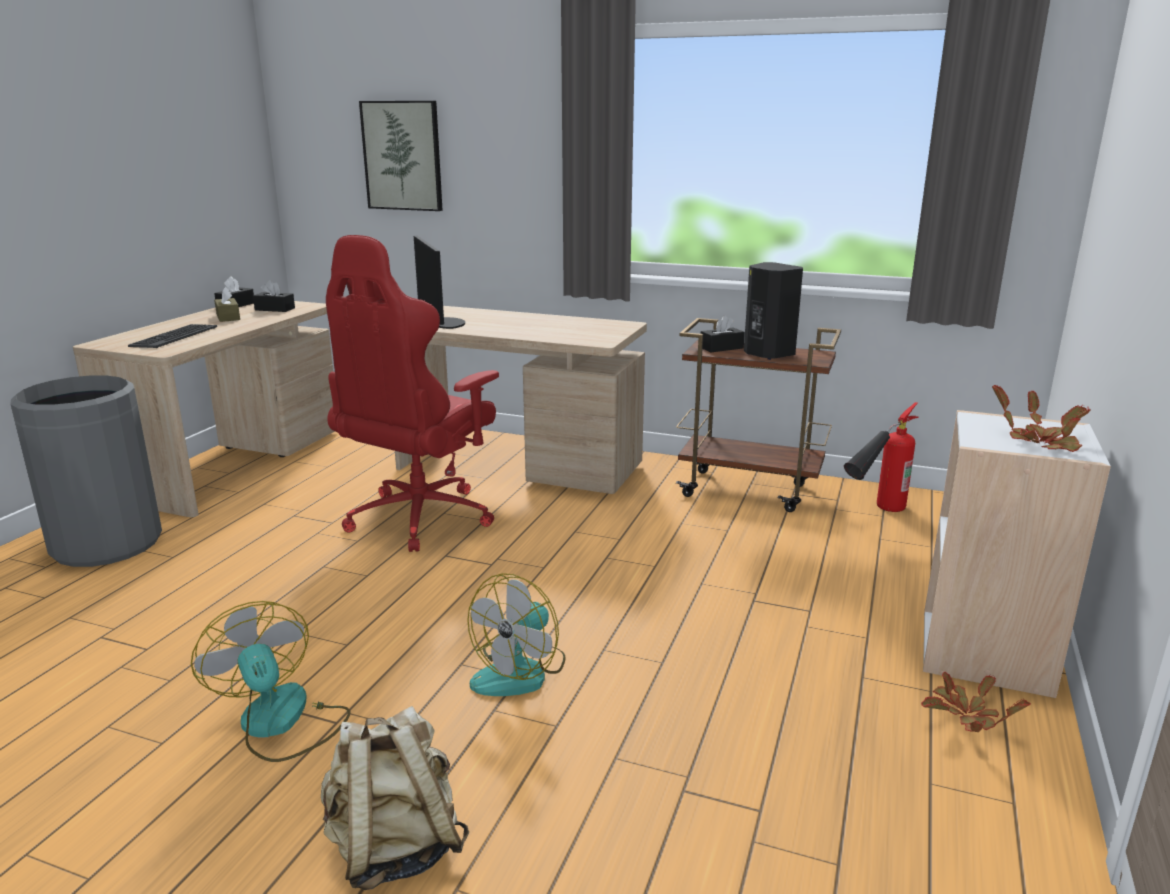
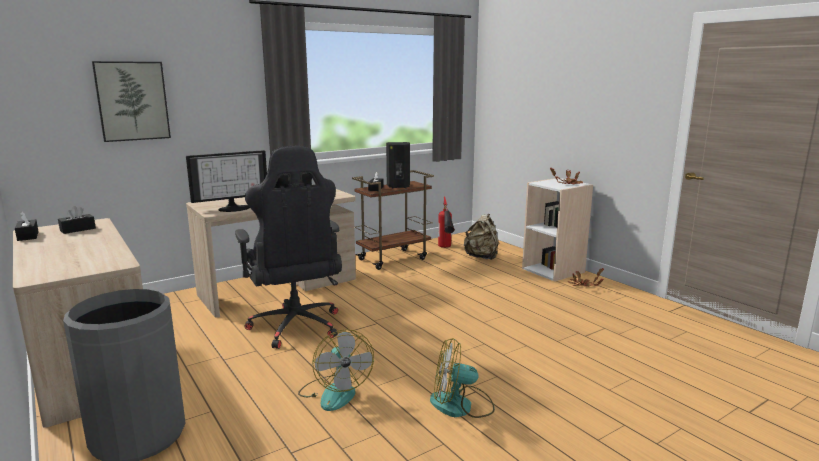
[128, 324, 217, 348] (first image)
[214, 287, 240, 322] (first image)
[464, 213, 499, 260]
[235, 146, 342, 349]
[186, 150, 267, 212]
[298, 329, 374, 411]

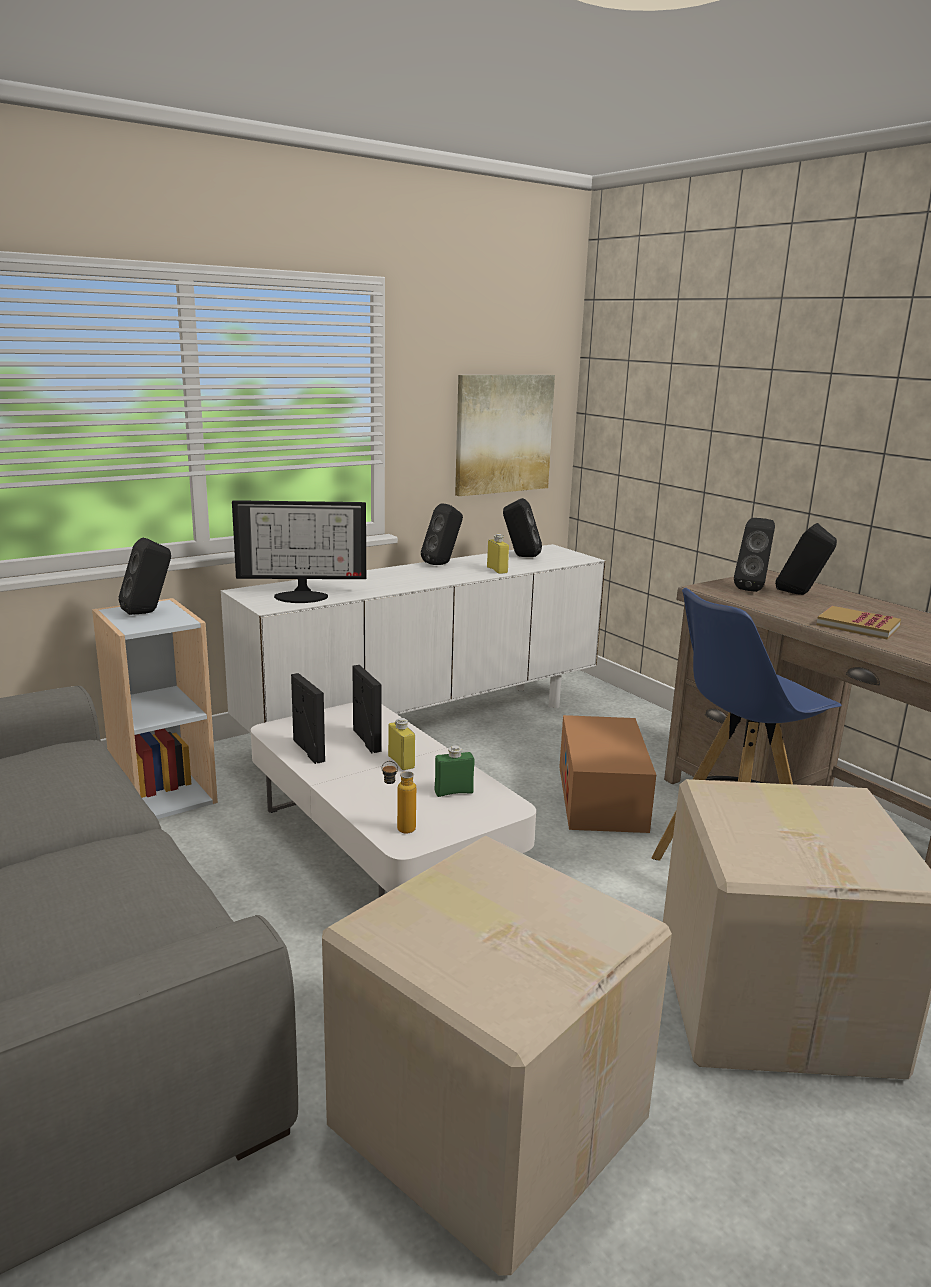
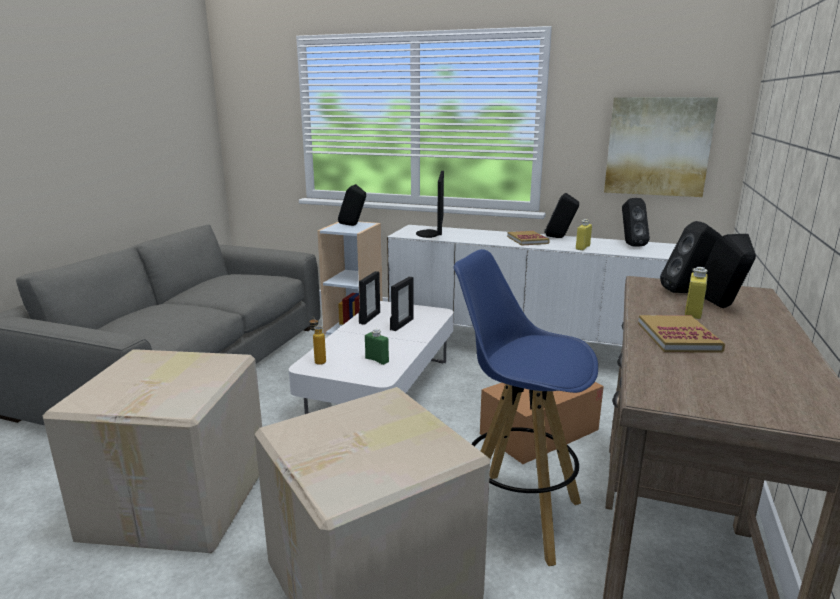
[416, 171, 444, 238]
[685, 267, 708, 319]
[507, 231, 550, 246]

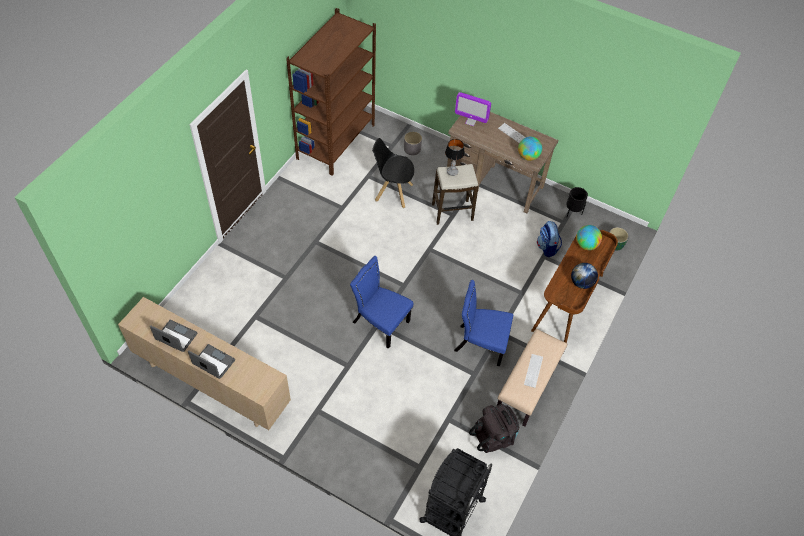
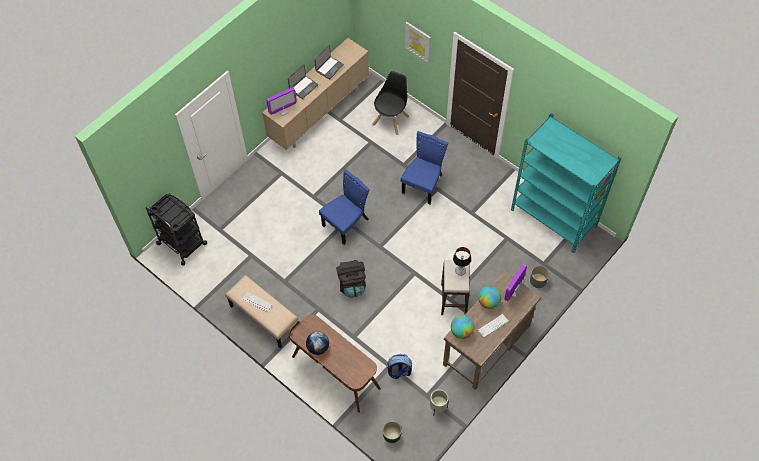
[511, 113, 621, 253]
[373, 71, 409, 135]
[400, 131, 448, 204]
[336, 260, 366, 298]
[430, 389, 449, 414]
[478, 286, 501, 309]
[266, 87, 297, 116]
[405, 22, 431, 63]

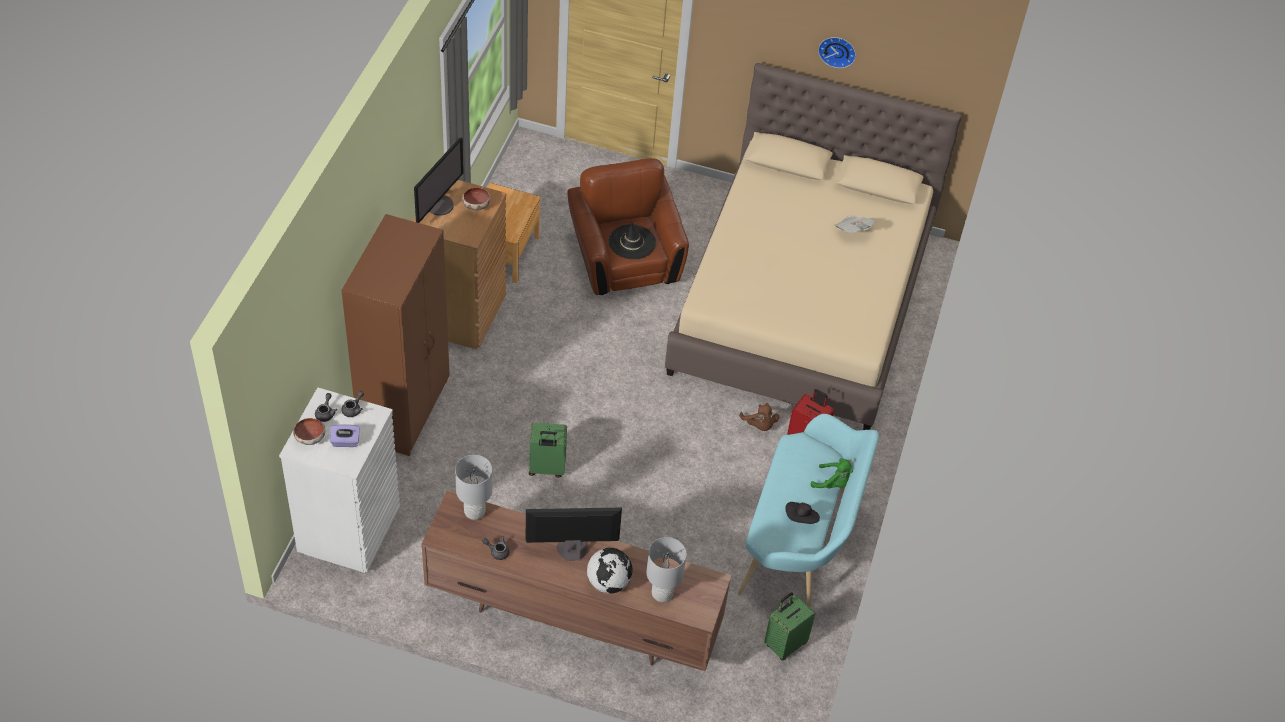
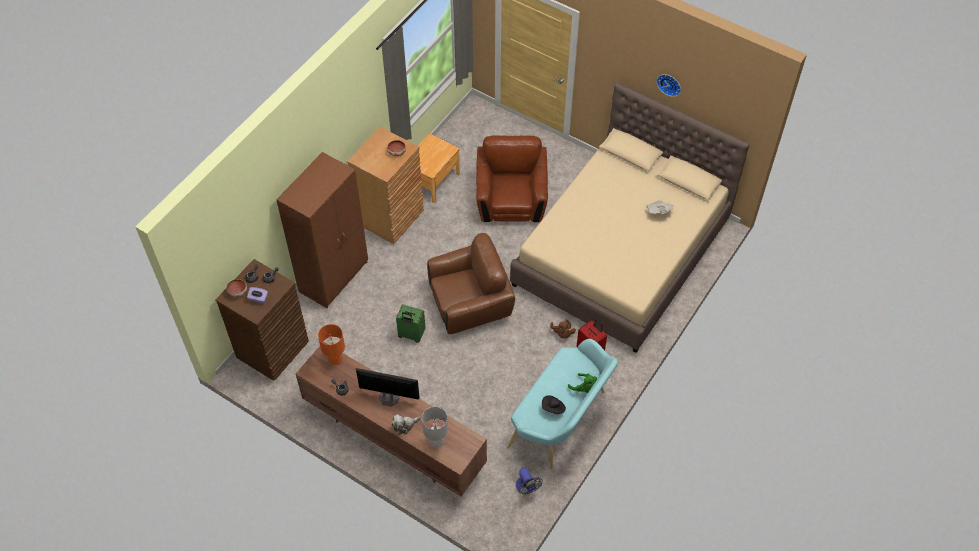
[215, 259, 309, 381]
[414, 137, 464, 223] (first image)
[318, 324, 345, 365]
[391, 414, 421, 435]
[608, 223, 656, 259] (first image)
[516, 468, 543, 494]
[427, 233, 515, 334]

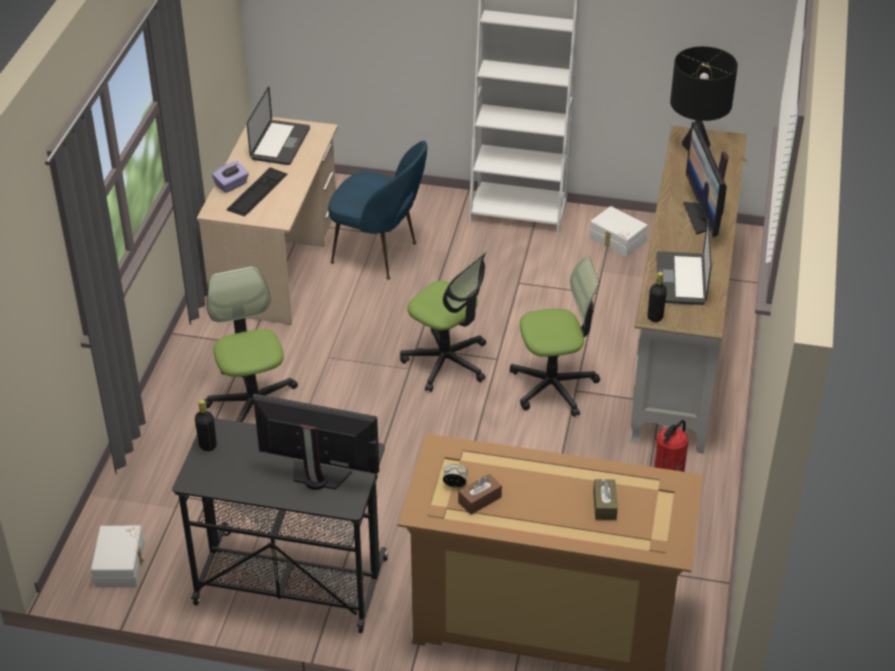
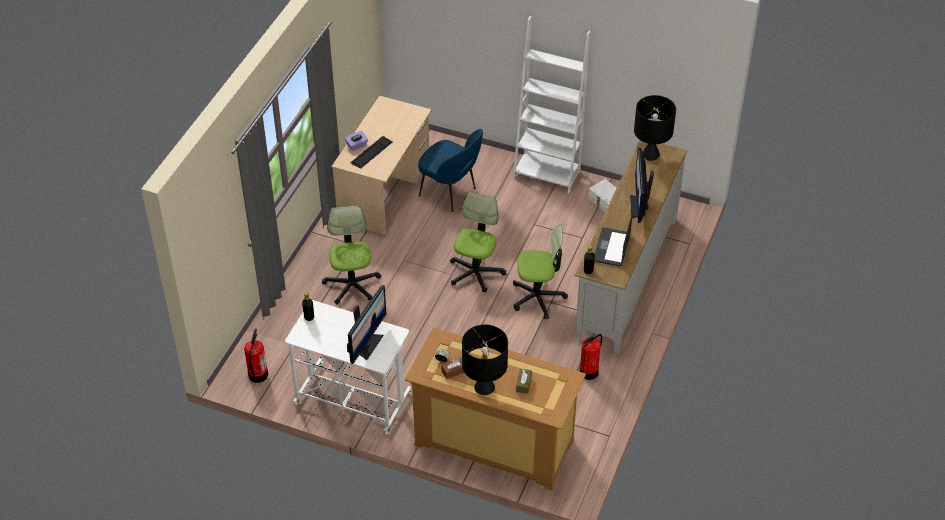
[244, 329, 268, 383]
[285, 300, 411, 435]
[247, 86, 310, 165] (first image)
[347, 285, 386, 364]
[450, 192, 506, 293]
[462, 324, 508, 395]

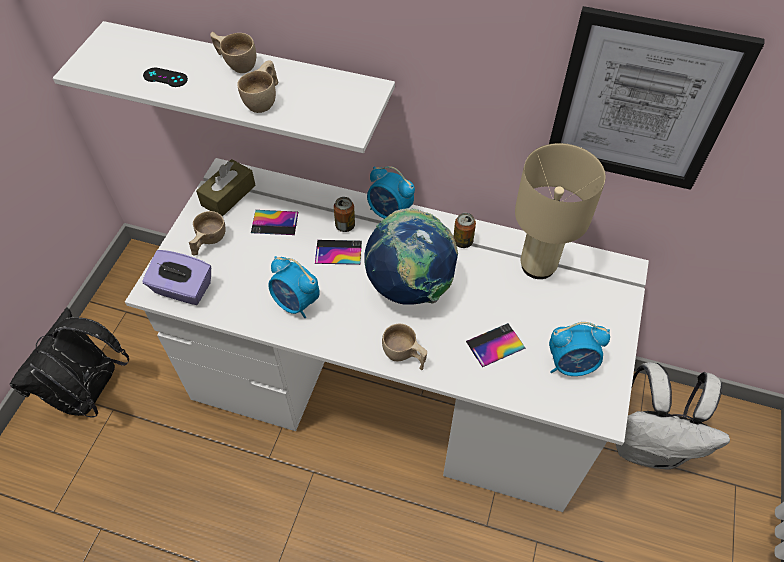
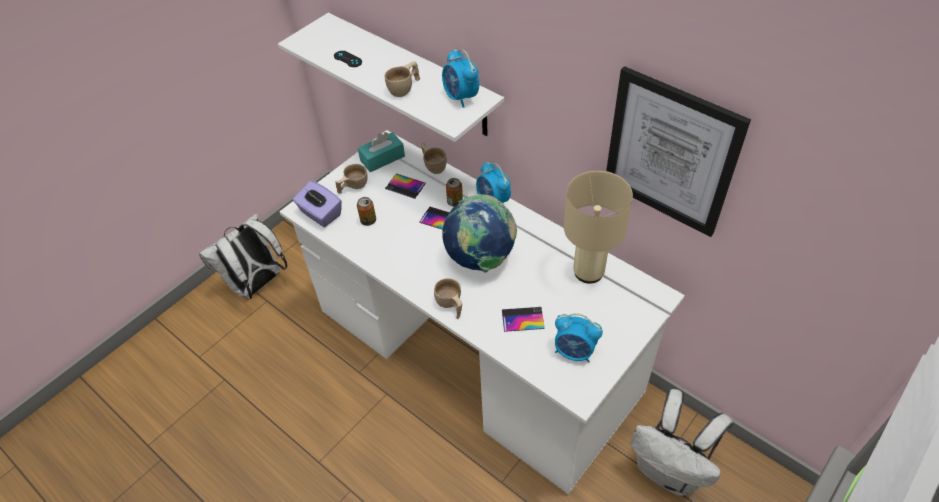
[199, 214, 287, 300]
[358, 132, 405, 172]
[421, 143, 447, 174]
[442, 49, 479, 108]
[357, 197, 376, 226]

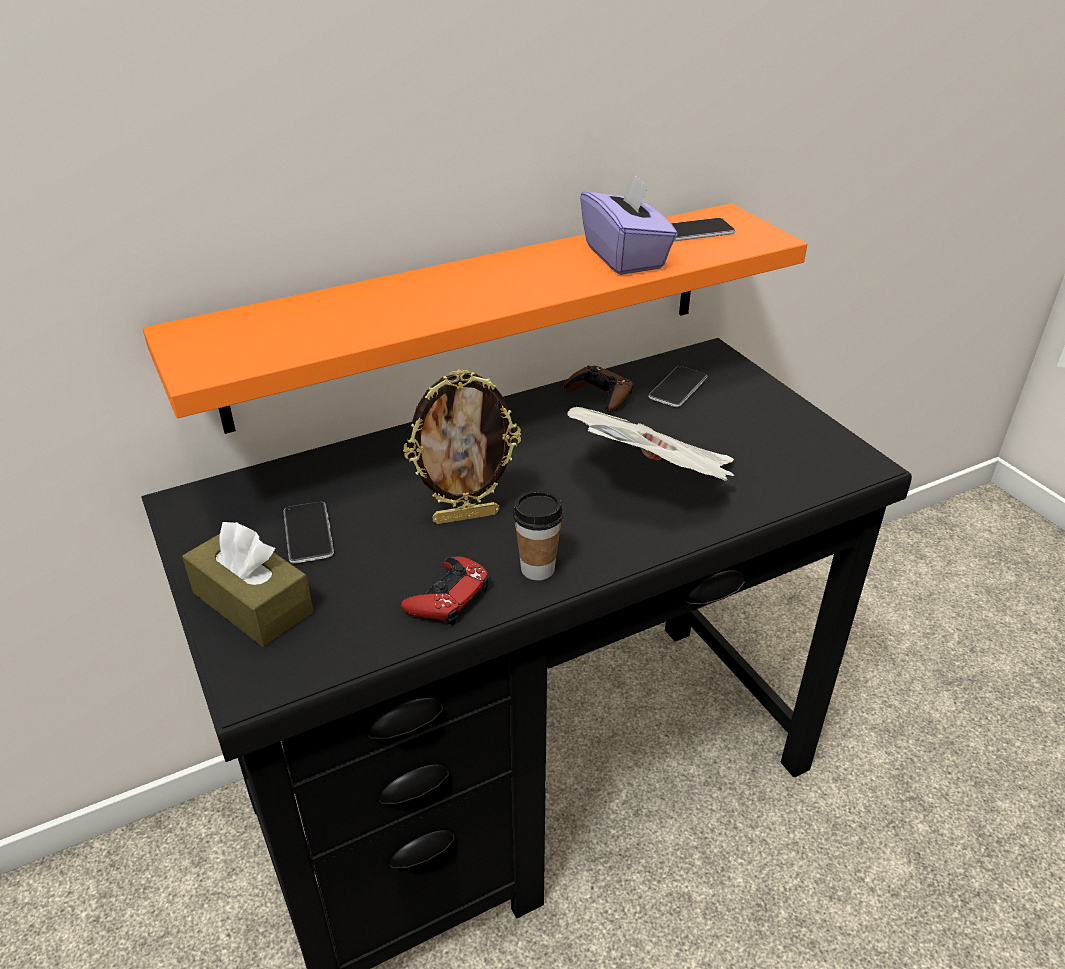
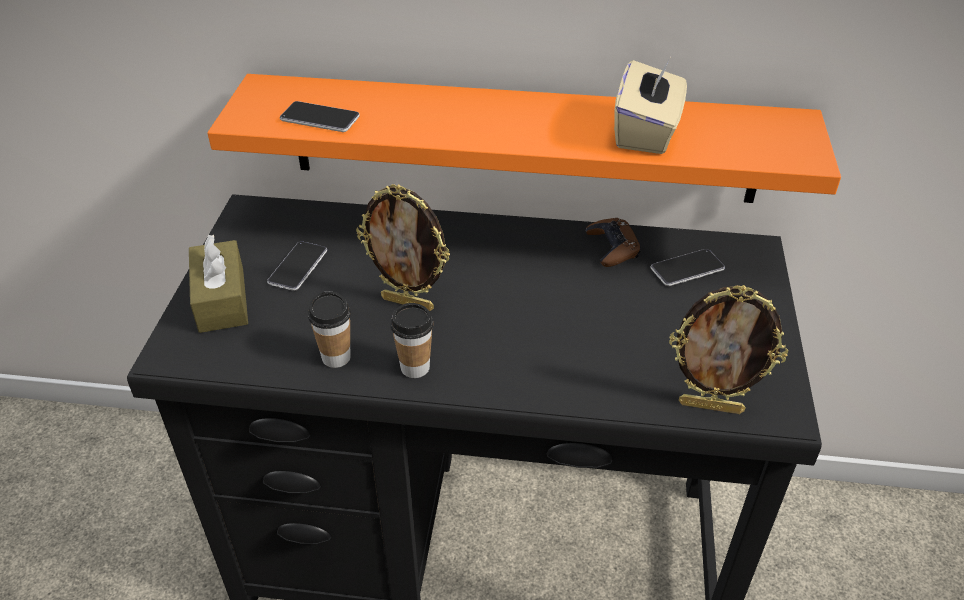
[308, 292, 351, 368]
[567, 407, 735, 481] (first image)
[614, 55, 687, 154]
[280, 101, 360, 132]
[669, 285, 788, 414]

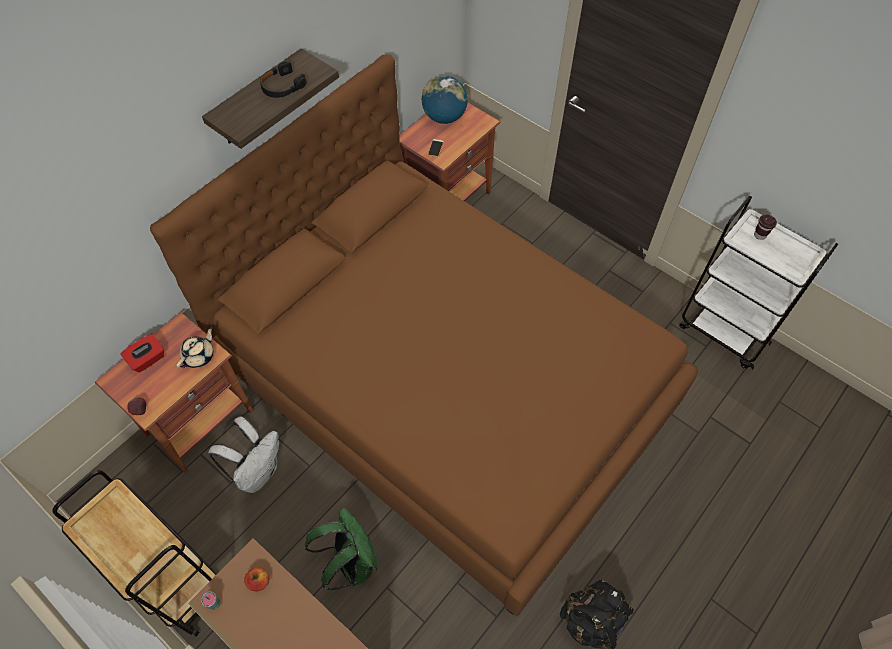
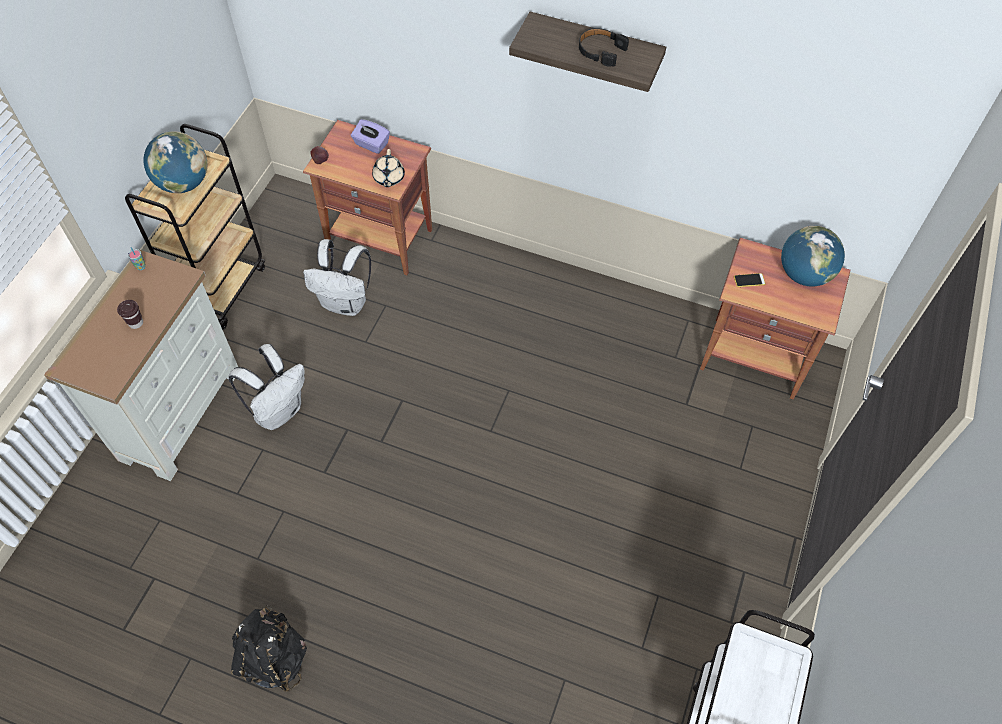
[351, 119, 390, 154]
[150, 54, 698, 616] (first image)
[372, 149, 405, 187]
[244, 567, 269, 591] (first image)
[229, 344, 305, 430]
[117, 300, 143, 329]
[143, 131, 207, 193]

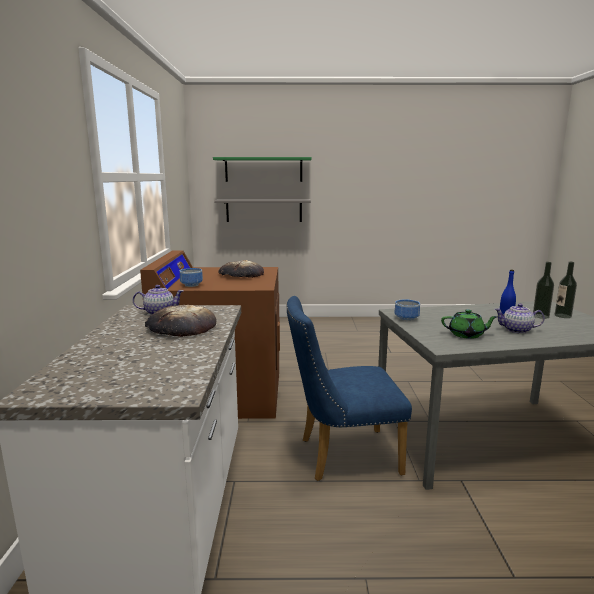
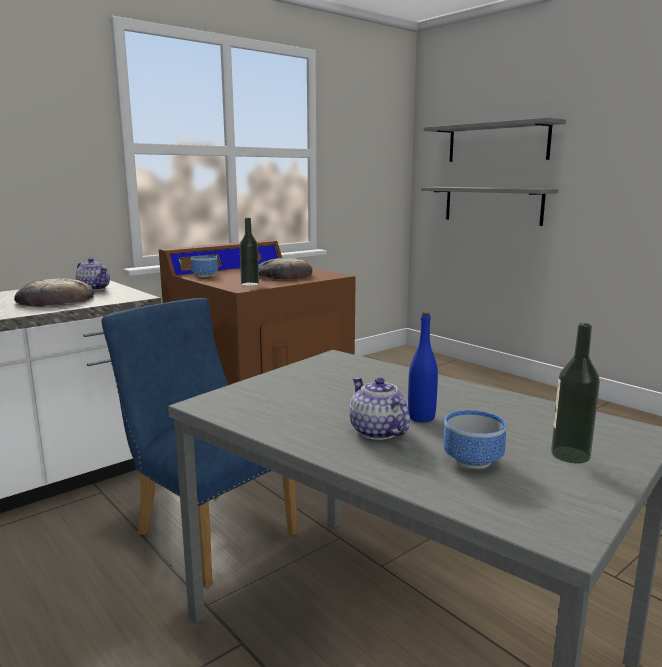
[424, 117, 566, 162]
[443, 410, 506, 469]
[441, 309, 498, 339] (first image)
[240, 218, 259, 286]

